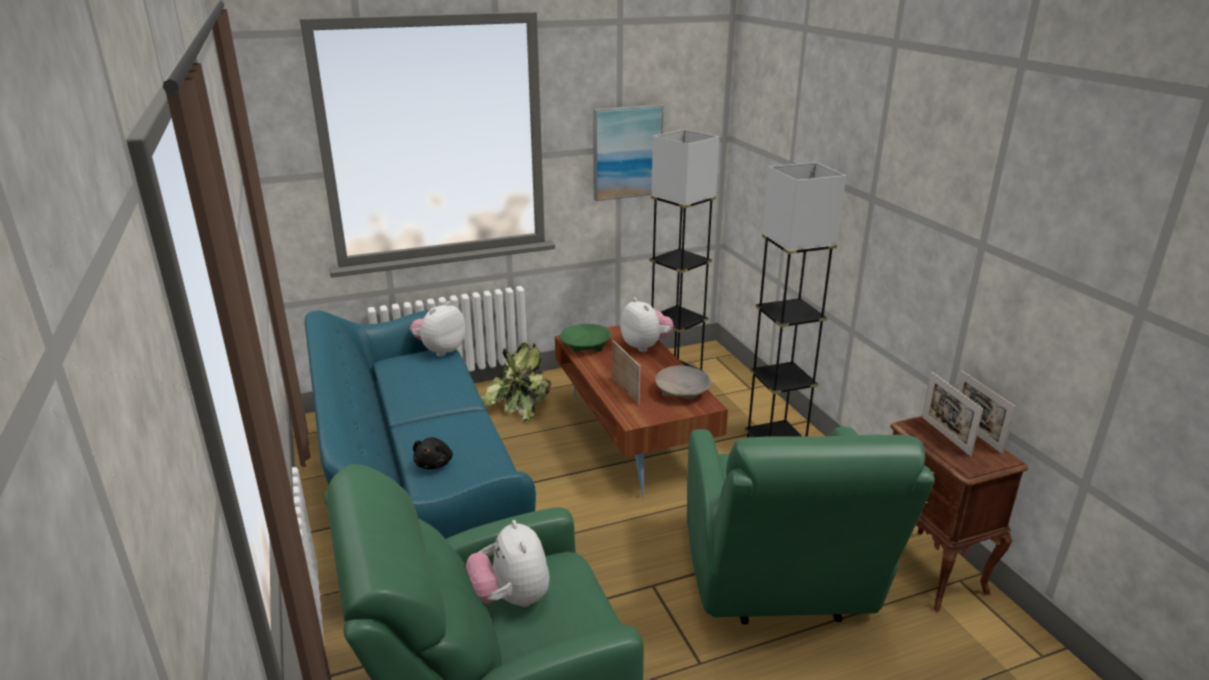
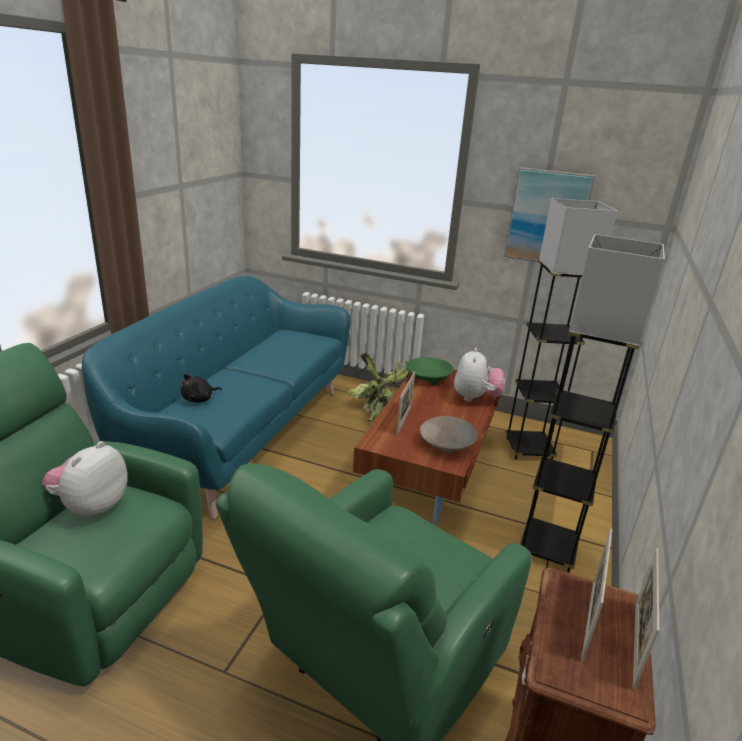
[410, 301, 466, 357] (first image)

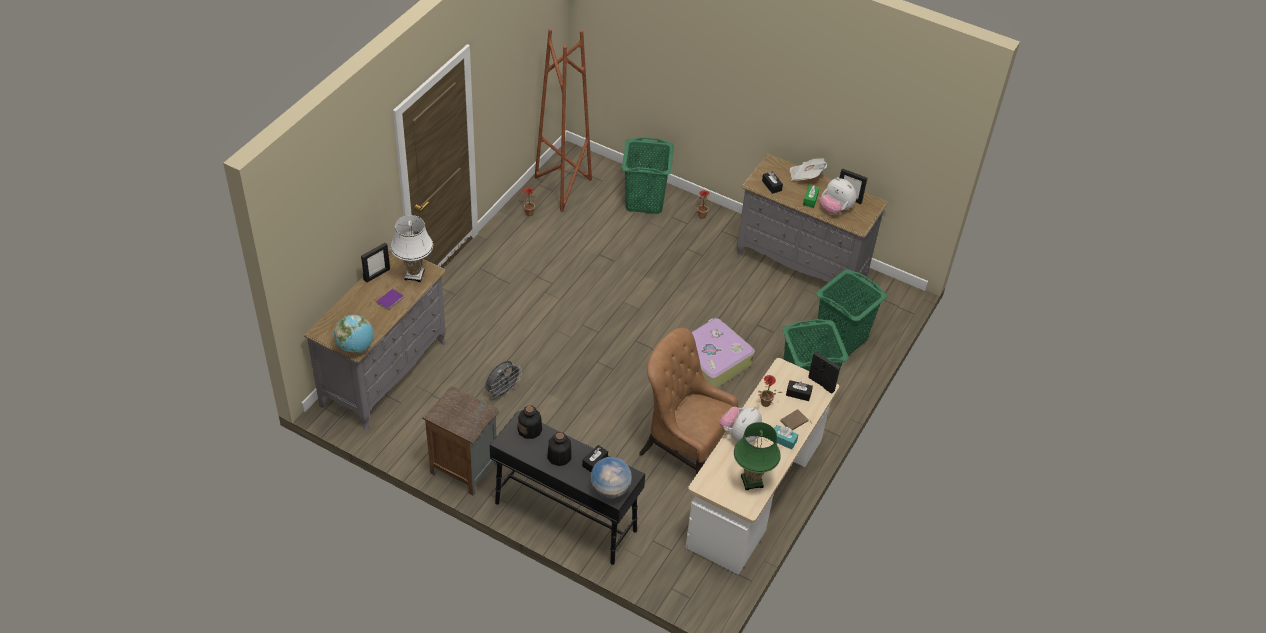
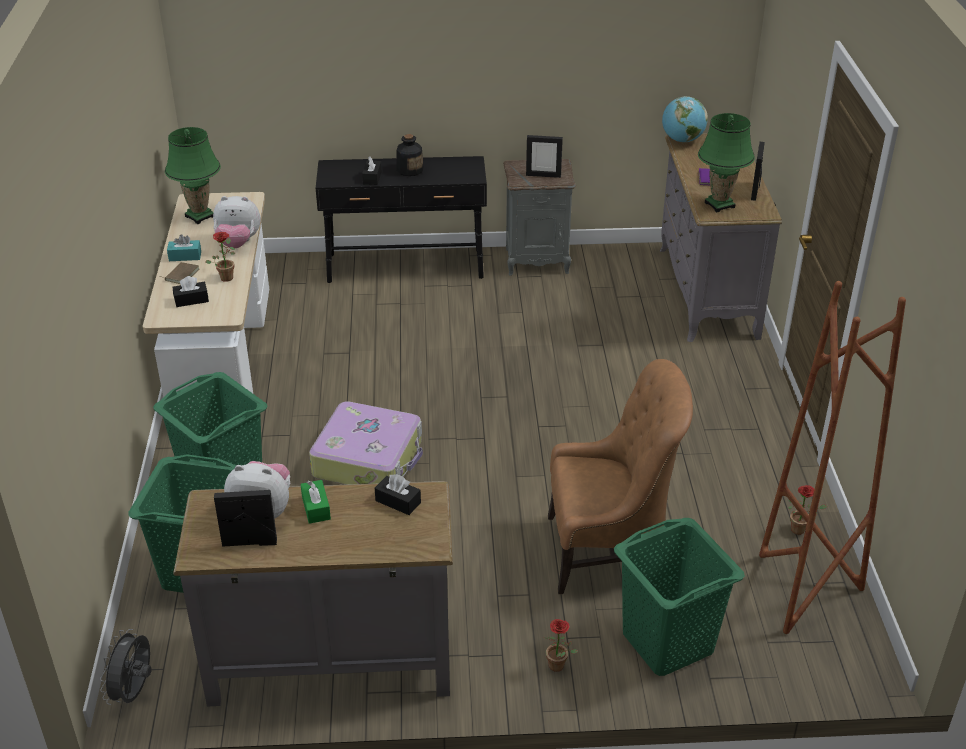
[698, 113, 755, 212]
[100, 629, 152, 705]
[518, 405, 542, 439] (first image)
[590, 457, 632, 499] (first image)
[548, 359, 693, 594]
[213, 196, 261, 248]
[790, 158, 827, 181] (first image)
[526, 135, 563, 178]

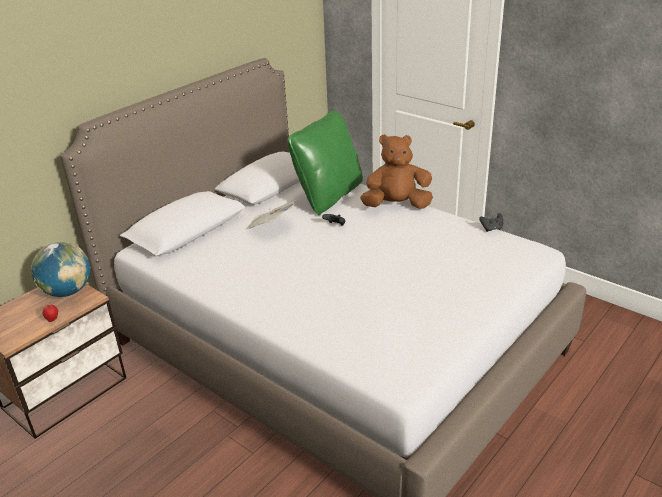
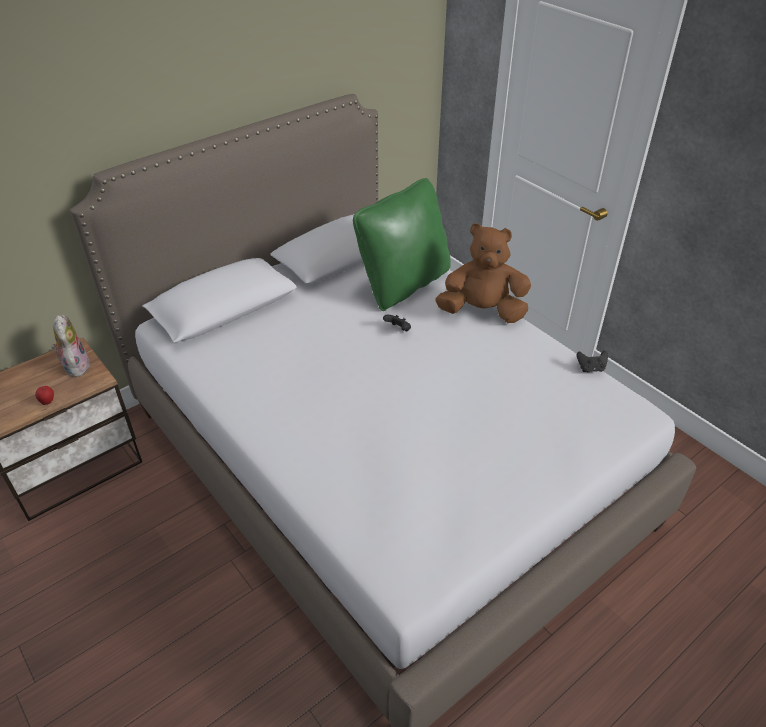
[51, 315, 90, 377]
[245, 200, 295, 230] (first image)

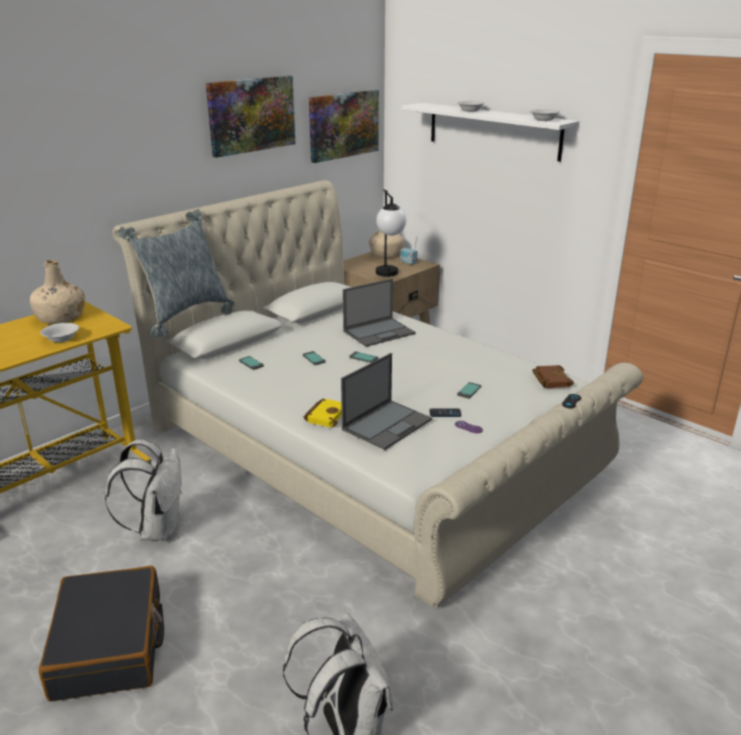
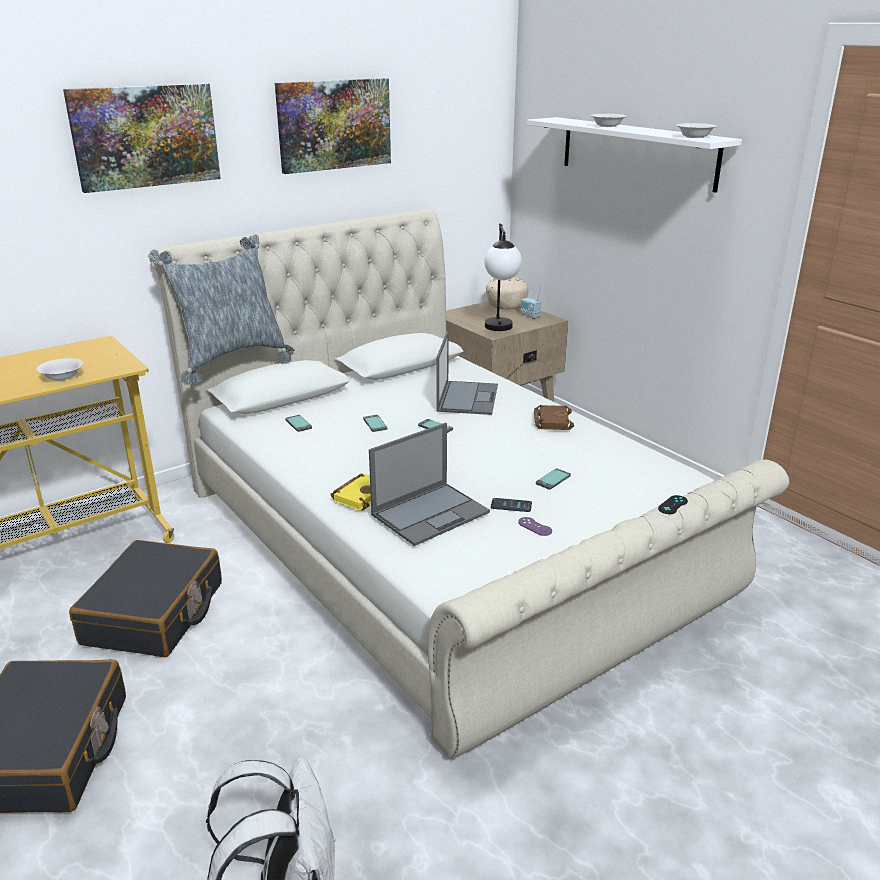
[30, 260, 85, 324] (first image)
[69, 540, 222, 658]
[63, 83, 221, 193]
[436, 332, 498, 415]
[534, 405, 574, 430]

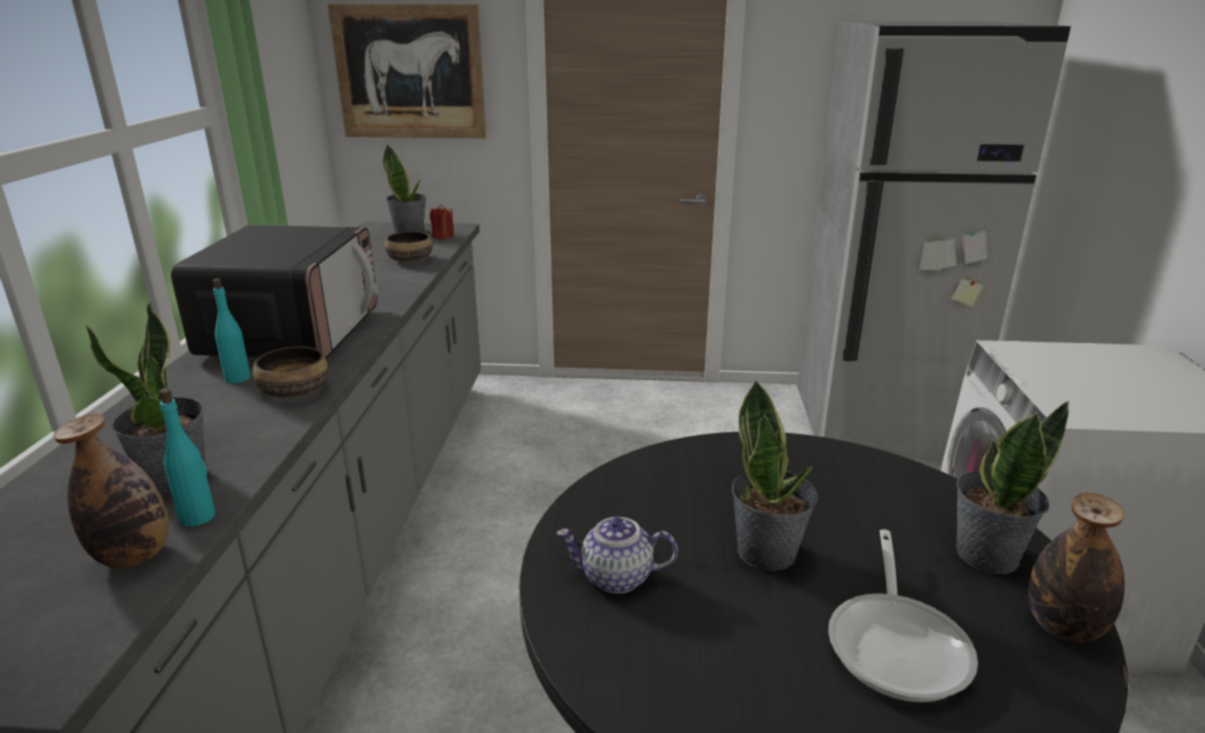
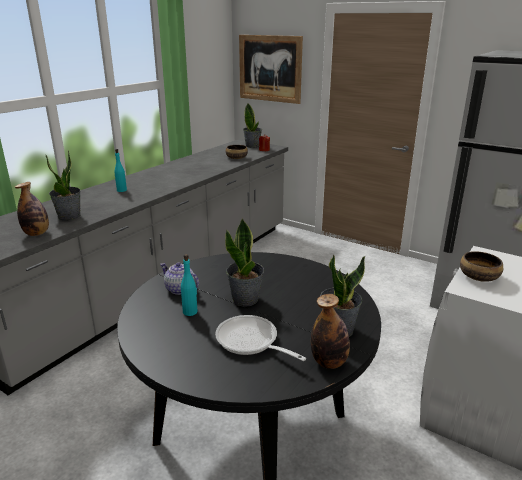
[181, 254, 198, 316]
[171, 225, 378, 359] (first image)
[460, 251, 503, 282]
[215, 315, 306, 361]

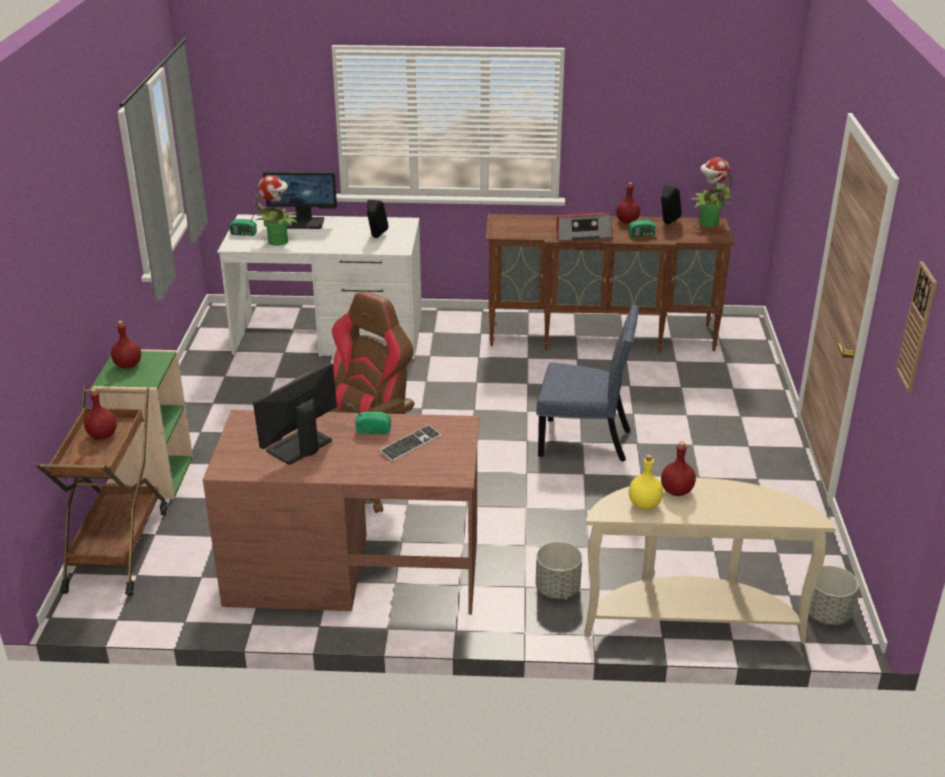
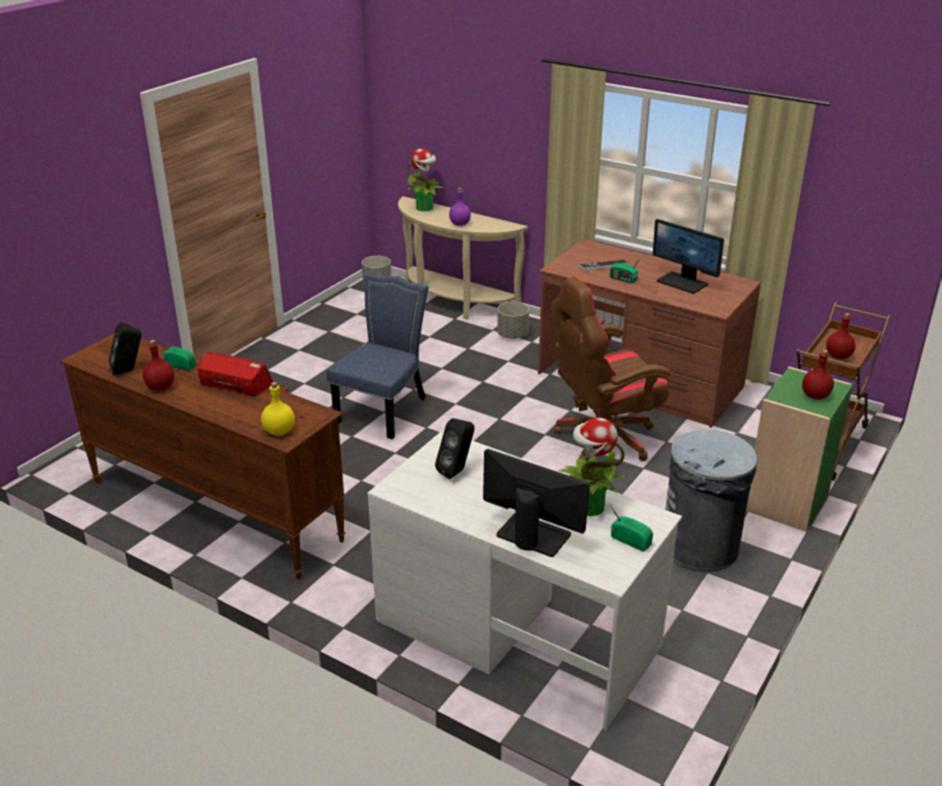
[653, 219, 724, 294]
[327, 272, 429, 439]
[261, 382, 295, 436]
[449, 188, 471, 226]
[406, 148, 443, 211]
[896, 262, 937, 392] (first image)
[665, 430, 758, 572]

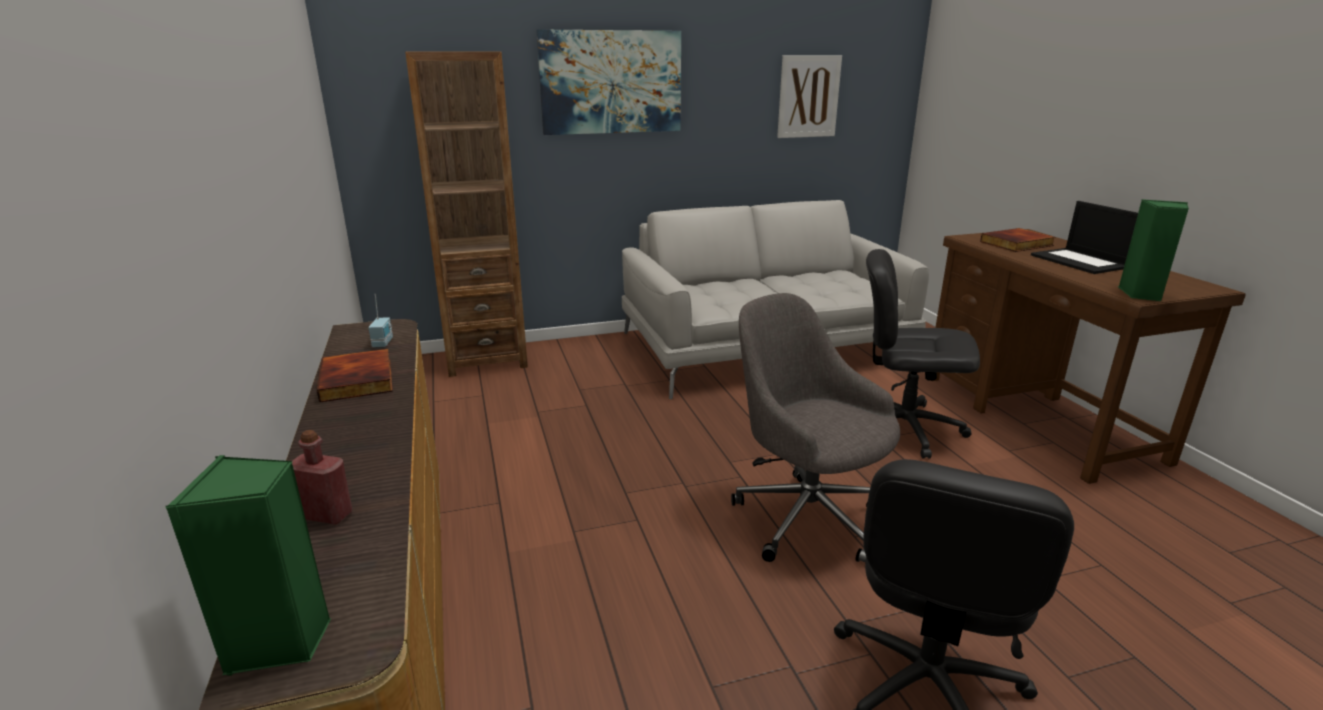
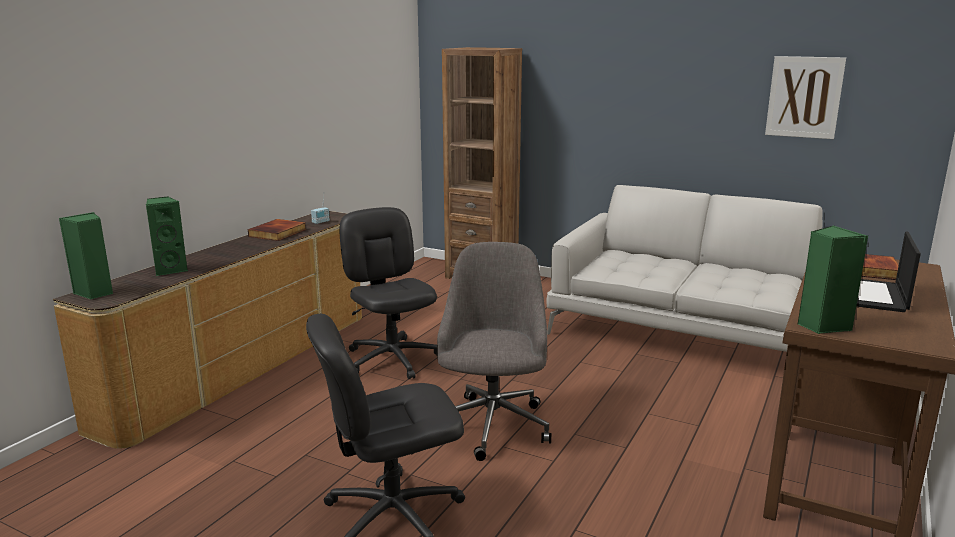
[146, 196, 188, 276]
[536, 29, 681, 135] (first image)
[339, 207, 437, 379]

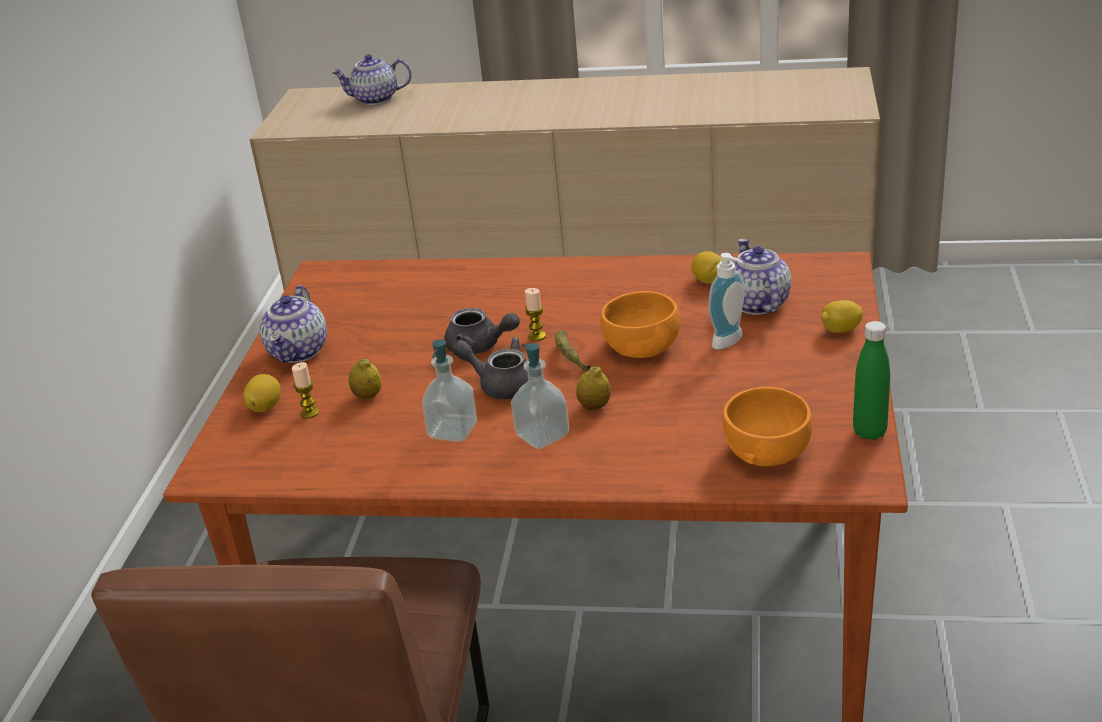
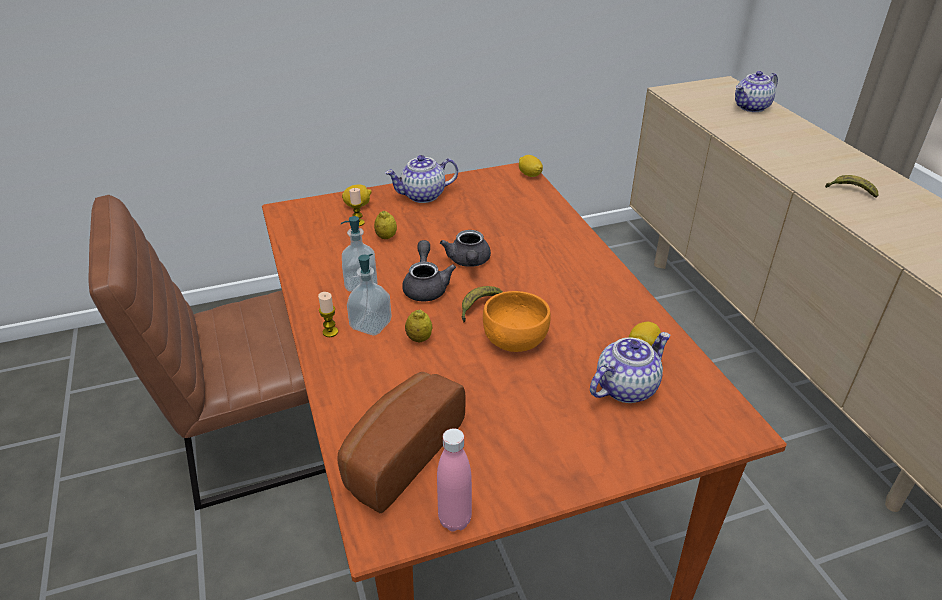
[735, 71, 778, 112]
[318, 292, 338, 337]
[708, 253, 745, 349] (first image)
[338, 372, 466, 513]
[519, 155, 543, 177]
[437, 428, 472, 532]
[825, 175, 878, 198]

